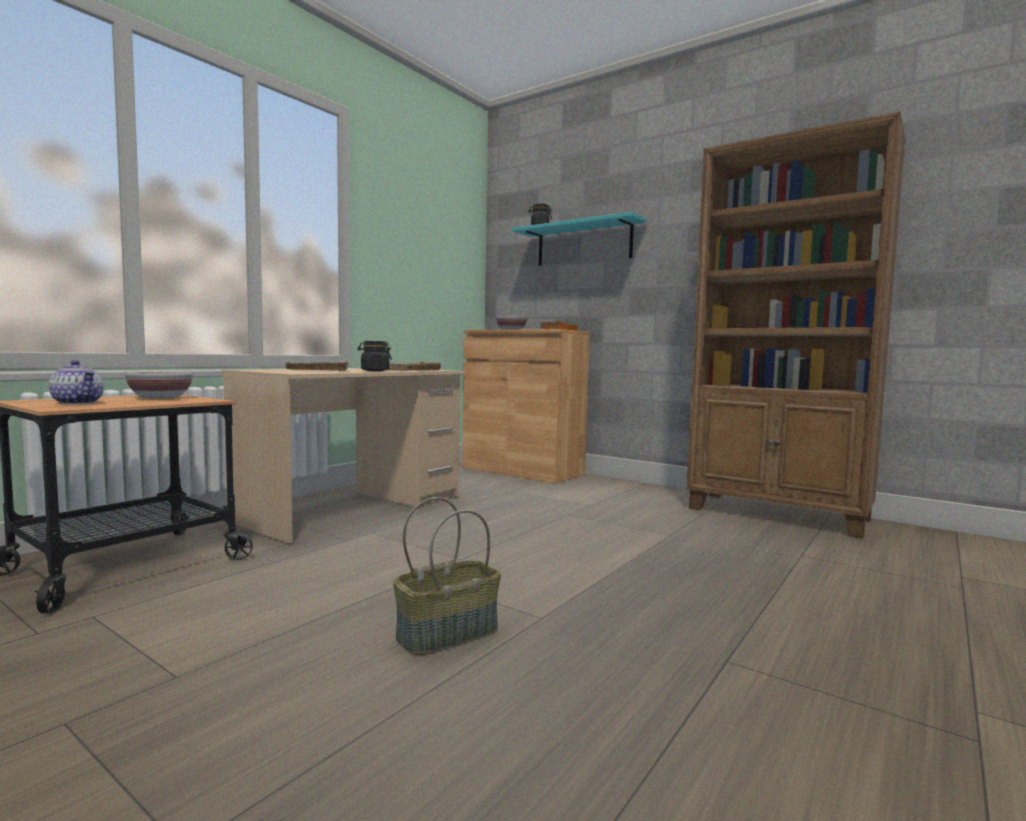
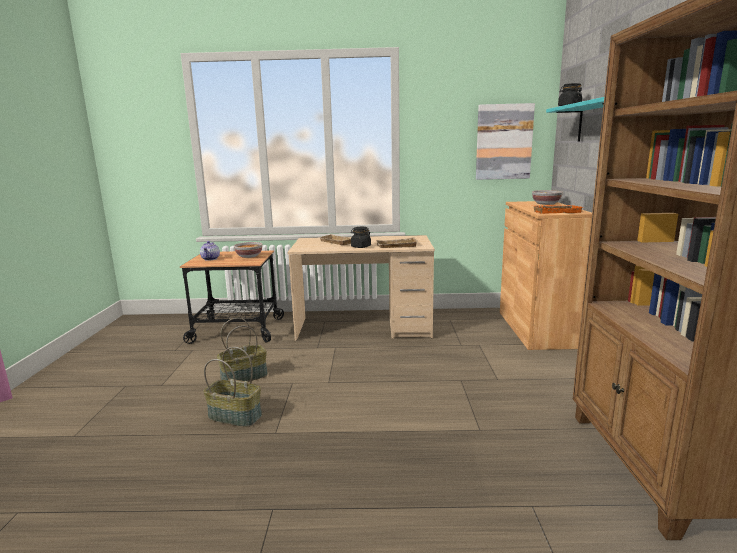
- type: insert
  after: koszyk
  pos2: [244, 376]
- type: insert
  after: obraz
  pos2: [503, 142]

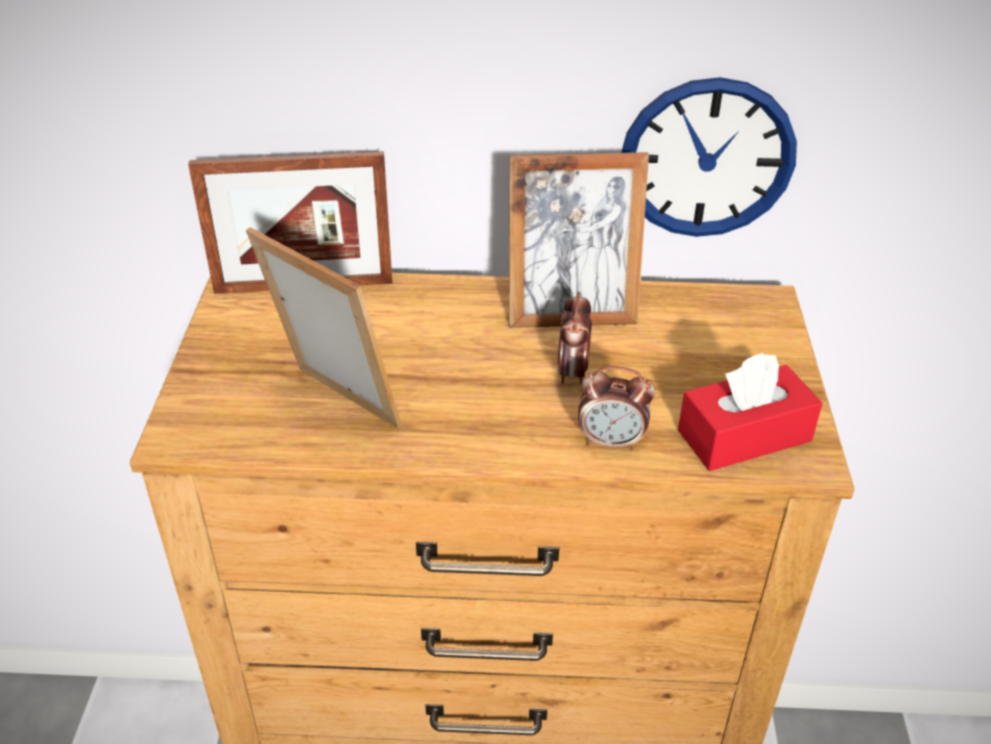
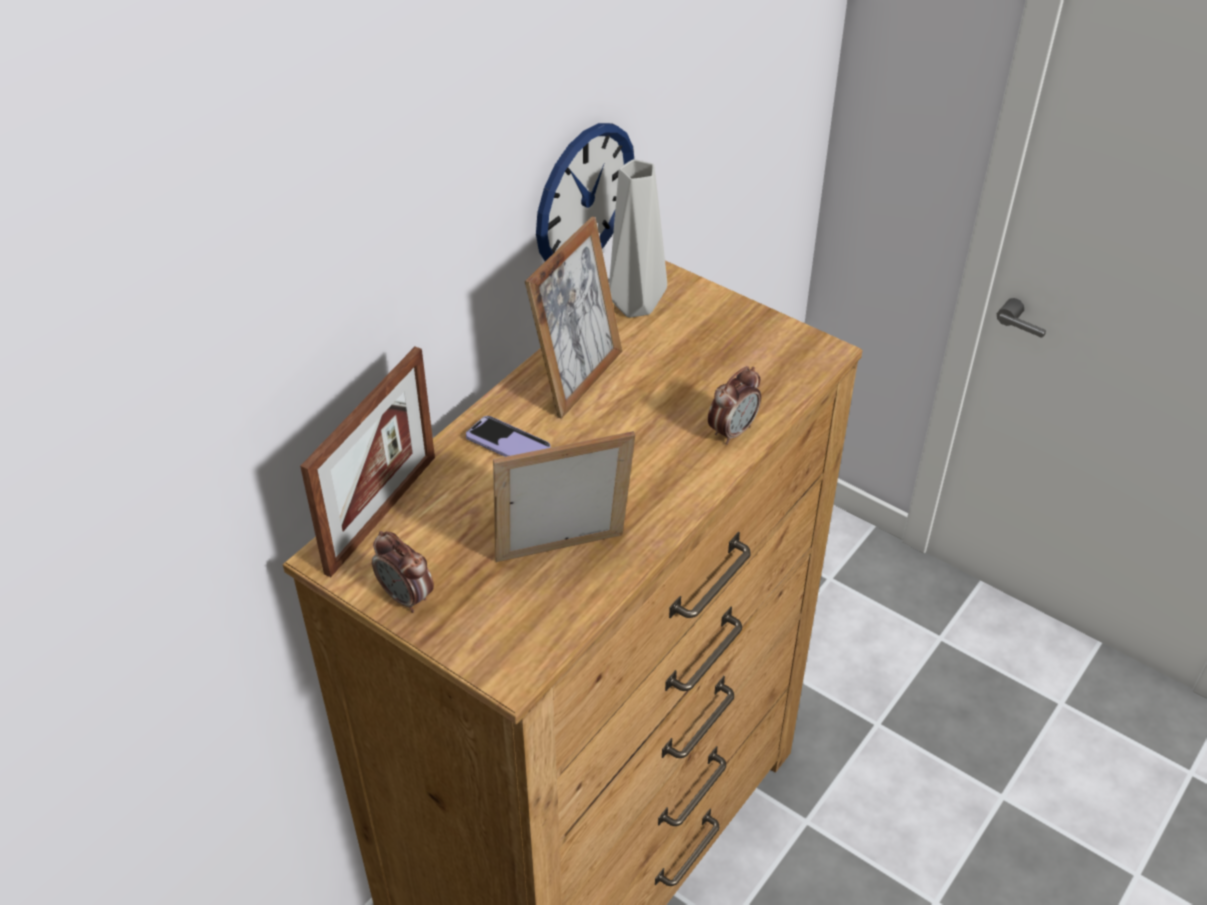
- type: delete
  before: pudełko chusteczek [czerwony]
  pos1: [744, 436]
- type: insert
  after: telefon
  pos2: [508, 443]
- type: insert
  after: wazon [szary]
  pos2: [633, 305]
- type: move
  before: budzik
  pos1: [572, 372]
  pos2: [406, 597]

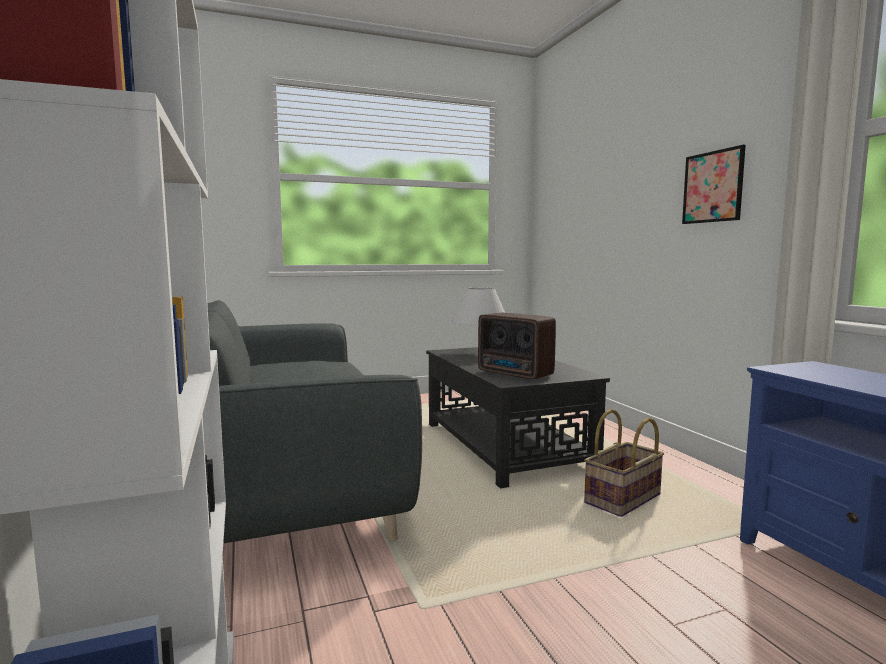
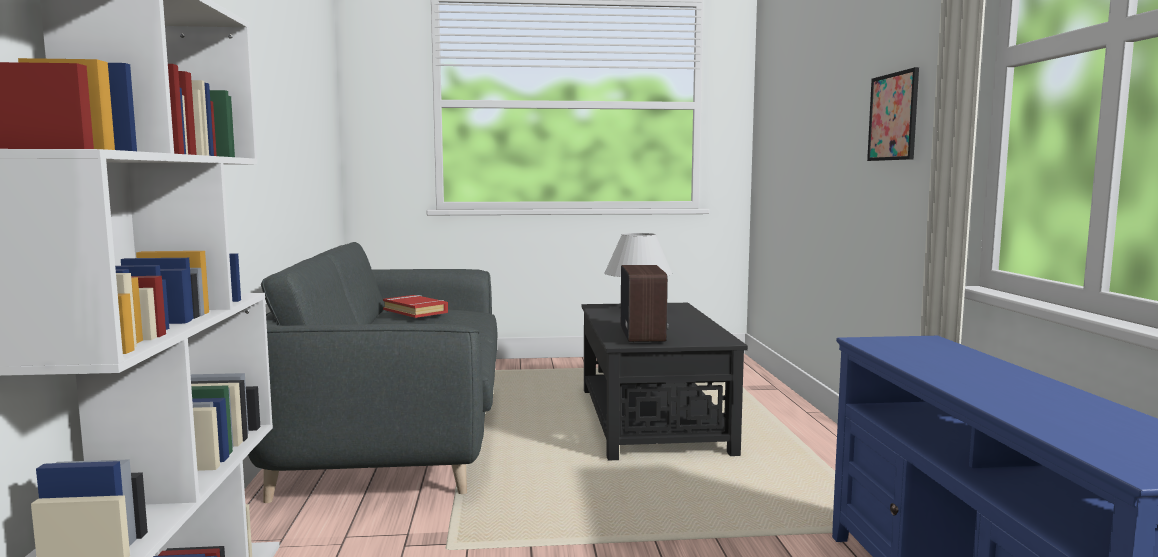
- type: delete
  before: koszyk
  pos1: [623, 499]
- type: insert
  after: książka [czerwony]
  pos2: [416, 311]
- type: rotate
  before: radio
  pos1: [515, 374]
  pos2: [643, 335]
  turn: -150

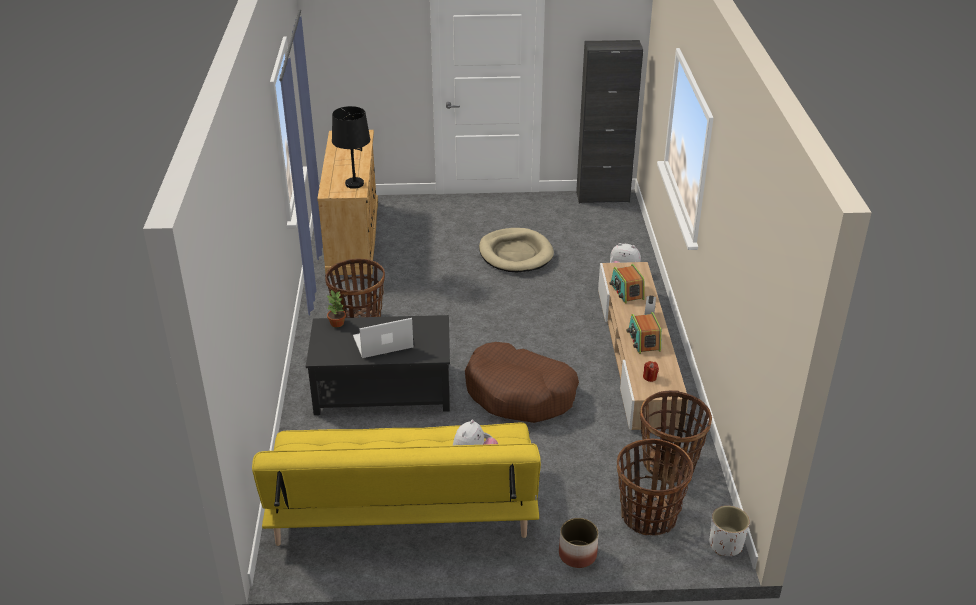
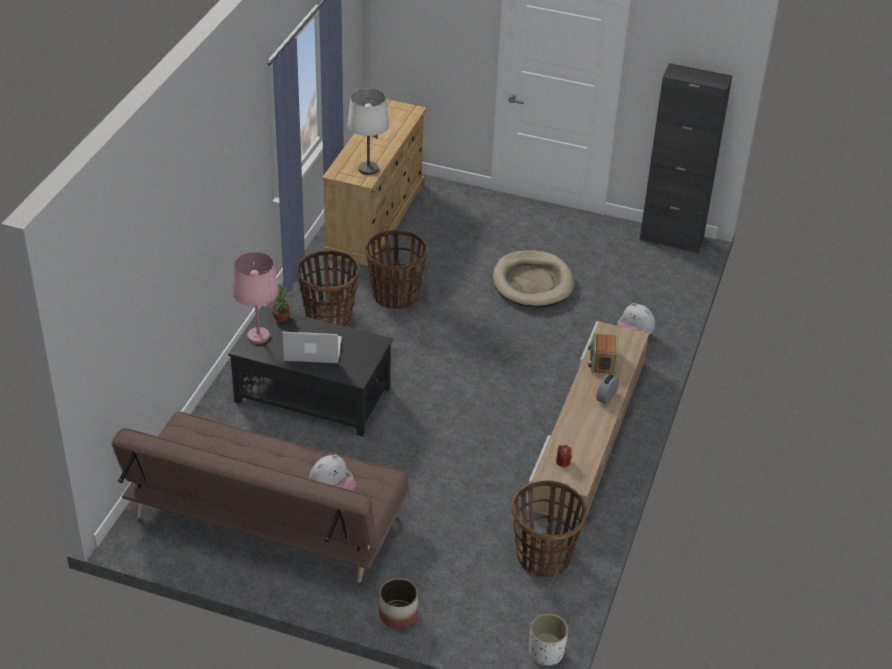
- type: delete
  before: legowisko [brązowy]
  pos1: [520, 394]
- type: delete
  before: radio
  pos1: [643, 341]
- type: insert
  after: lampa stołowa [różowy]
  pos2: [258, 337]
- type: move
  before: koszyk
  pos1: [648, 516]
  pos2: [395, 296]
- type: recolor
  before: kanapa [żółty]
  after: kanapa [brązowy]
  pos1: [403, 506]
  pos2: [266, 517]
- type: recolor
  before: lampa stołowa [czarny]
  after: lampa stołowa [biały]
  pos1: [354, 184]
  pos2: [368, 169]

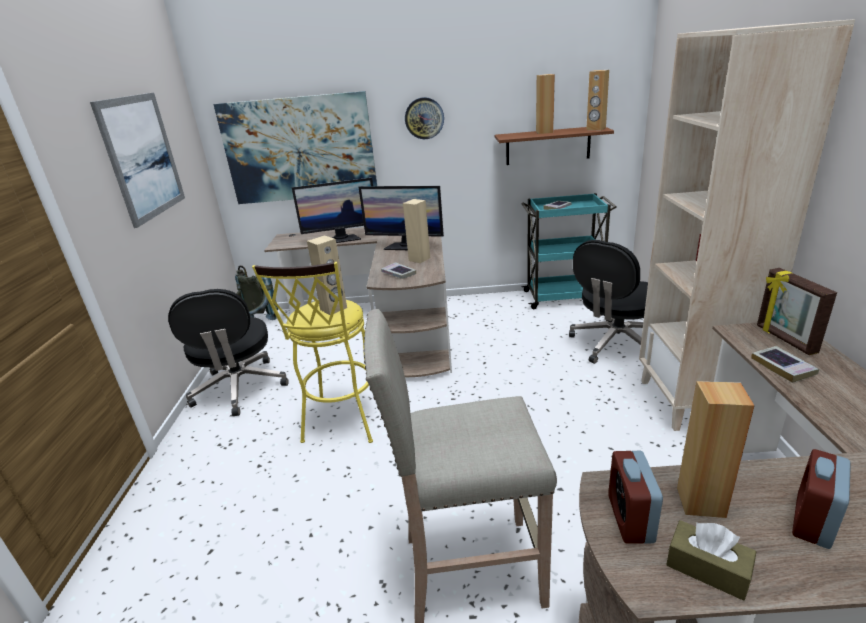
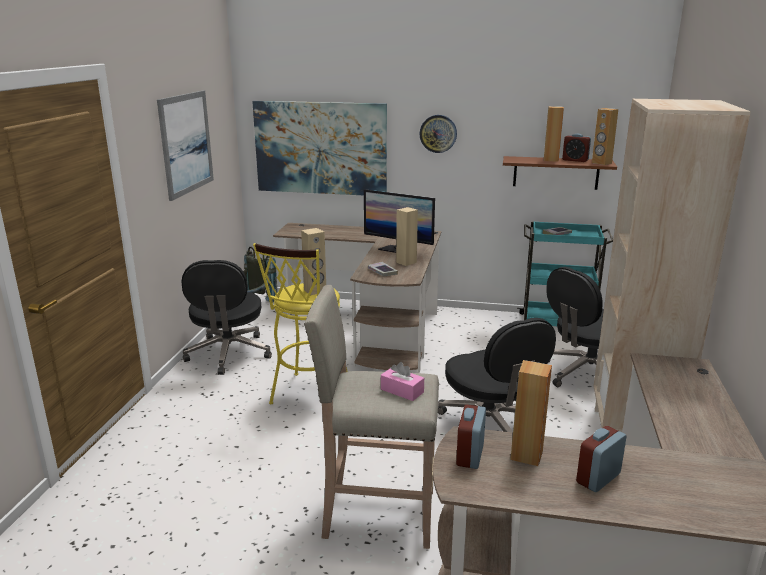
- type: delete
  before: monitor
  pos1: [341, 239]
- type: delete
  before: pudełko chusteczek [brązowy]
  pos1: [707, 568]
- type: delete
  before: książka
  pos1: [783, 367]
- type: delete
  before: ramka na zdjęcie
  pos1: [784, 339]
- type: insert
  after: pudełko chusteczek [różowy]
  pos2: [402, 391]
- type: insert
  after: krzesło biurowe [czarny]
  pos2: [490, 428]
- type: insert
  after: budzik
  pos2: [575, 160]

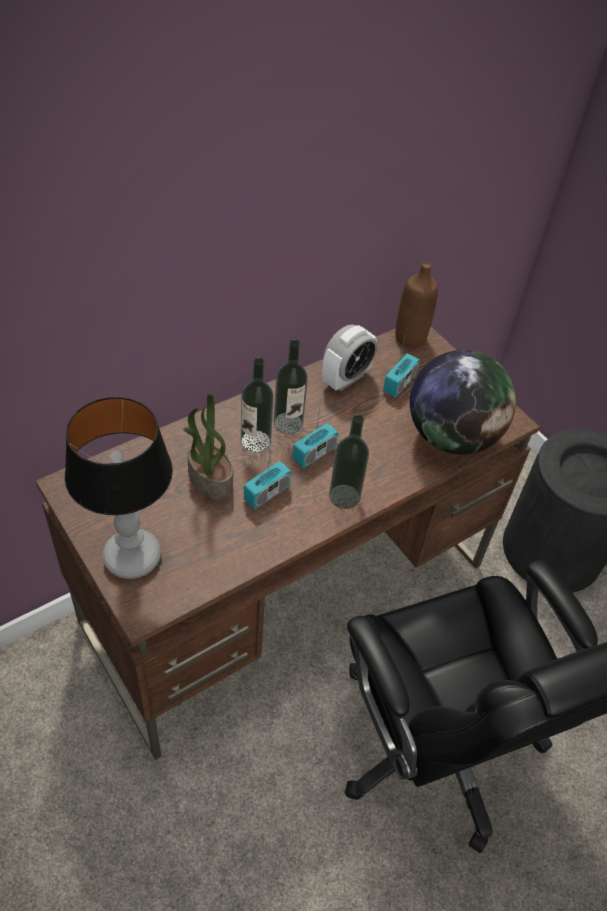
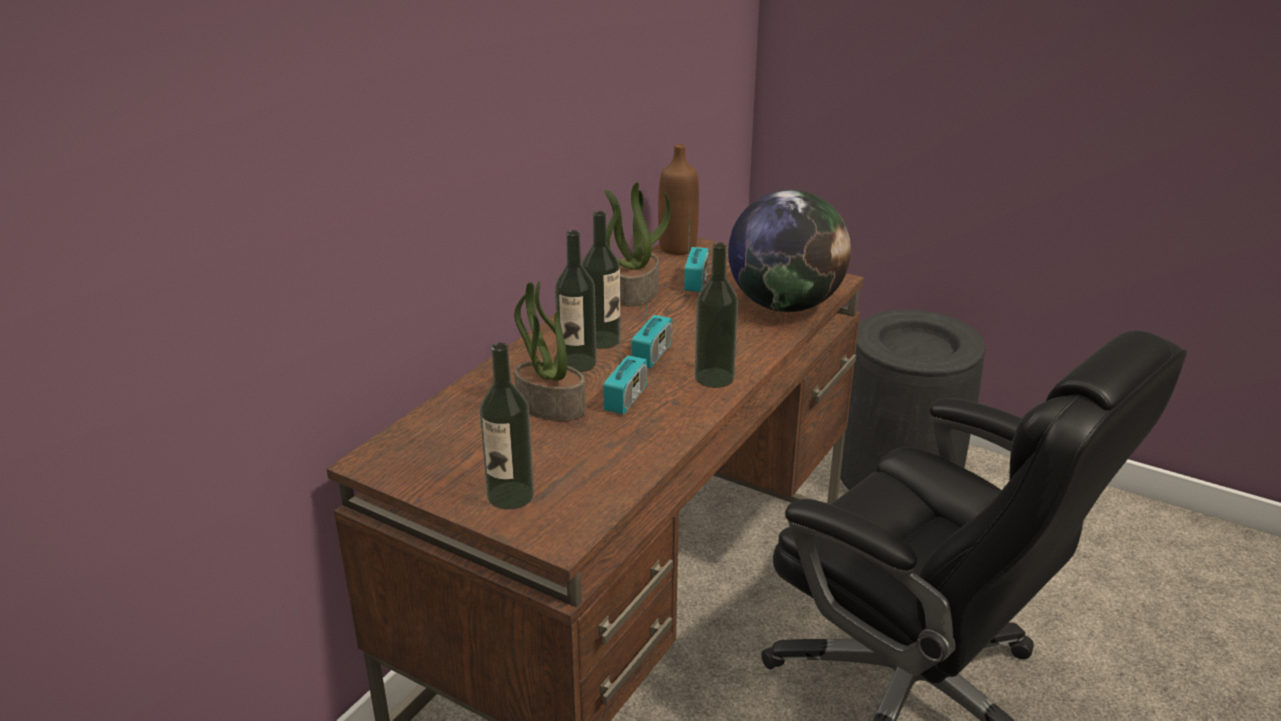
- type: replace
  before: lampa stołowa
  after: butelka
  pos1: [133, 557]
  pos2: [510, 495]
- type: replace
  before: budzik
  after: roślina doniczkowa
  pos1: [346, 379]
  pos2: [636, 292]

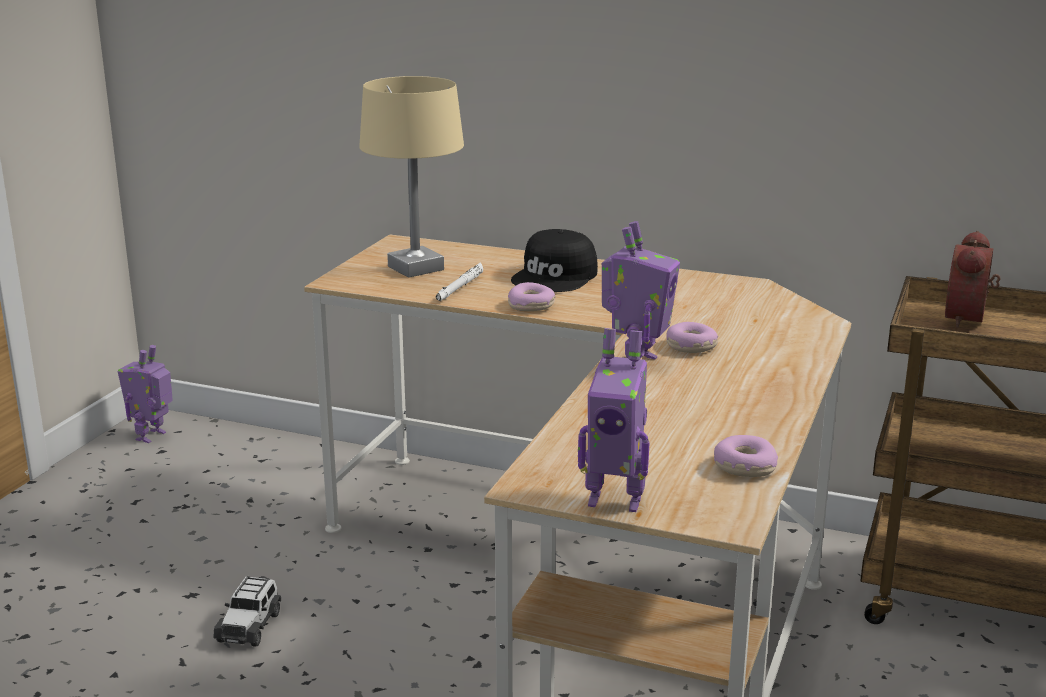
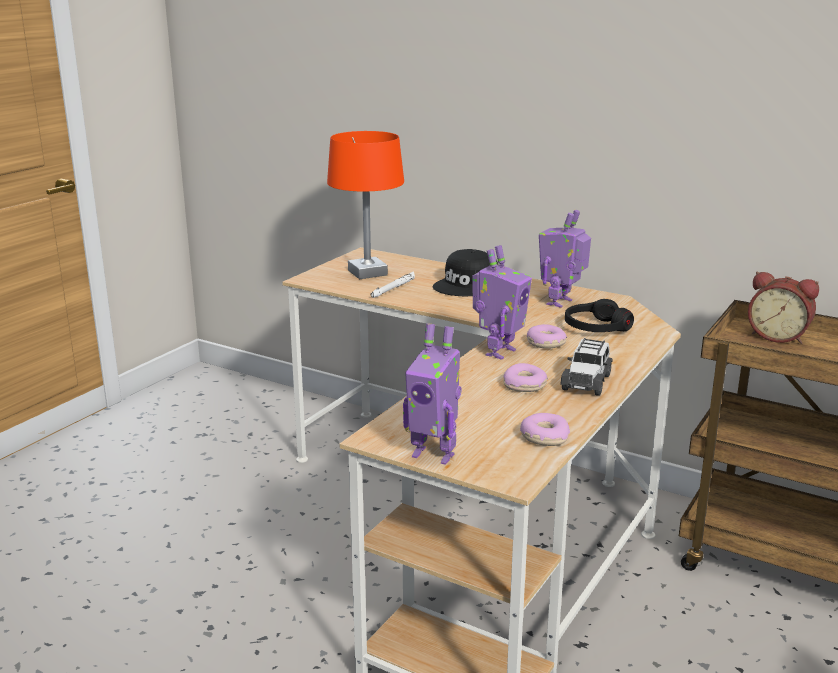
- type: insert
  after: słuchawki [czarny]
  pos2: [596, 328]
- type: move
  before: robot zabawkowy
  pos1: [152, 436]
  pos2: [561, 302]
- type: move
  before: samochodzik
  pos1: [250, 626]
  pos2: [586, 381]
- type: move
  before: donut
  pos1: [531, 305]
  pos2: [525, 385]
- type: recolor
  before: lampa stołowa [beżowy]
  after: lampa stołowa [pomarańczowy]
  pos1: [415, 268]
  pos2: [367, 273]
- type: rotate
  before: budzik
  pos1: [969, 319]
  pos2: [778, 336]
  turn: -90

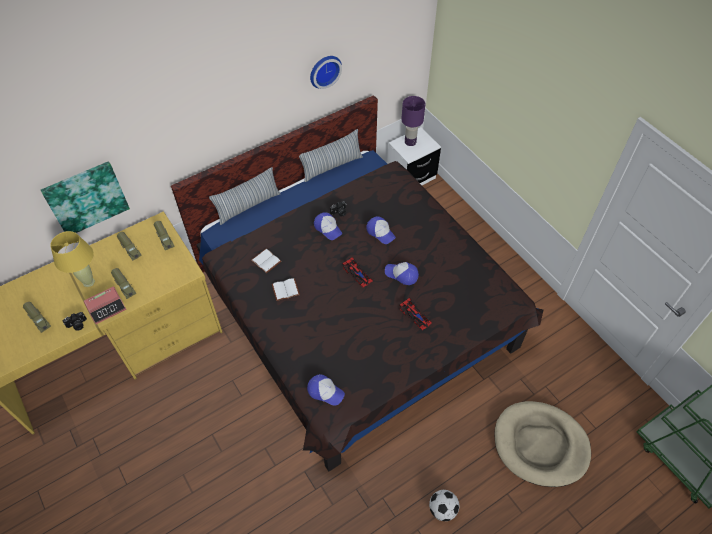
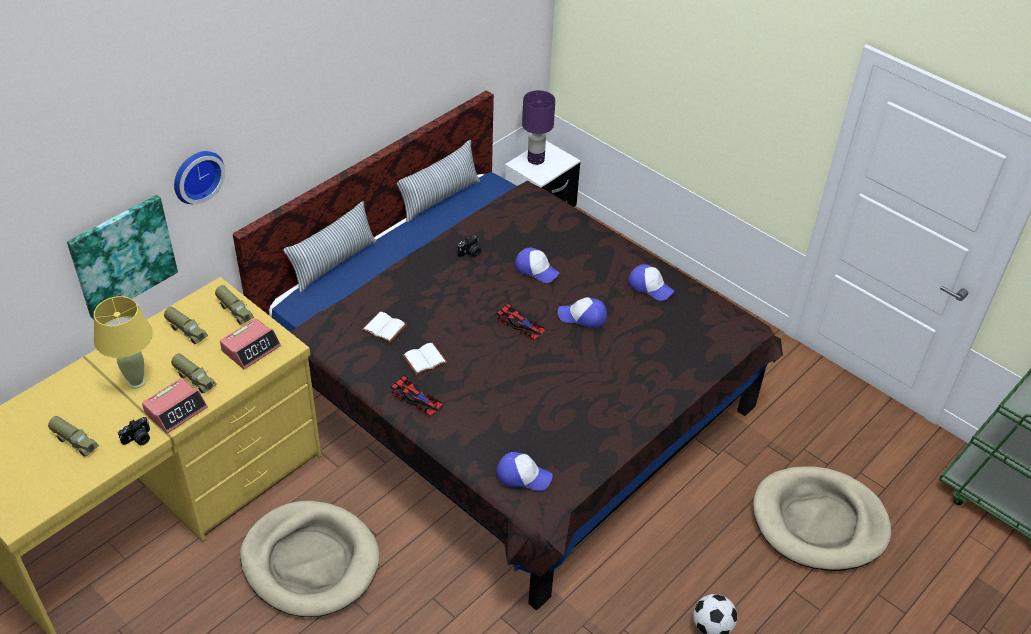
- type: insert
  after: budzik
  pos2: [251, 348]
- type: insert
  after: legowisko [beżowy]
  pos2: [310, 561]
- type: move
  before: zegar ścienny
  pos1: [324, 70]
  pos2: [196, 175]
- type: move
  before: czapka z daszkiem
  pos1: [328, 228]
  pos2: [650, 286]
- type: move
  before: samochodzik
  pos1: [415, 315]
  pos2: [416, 399]

